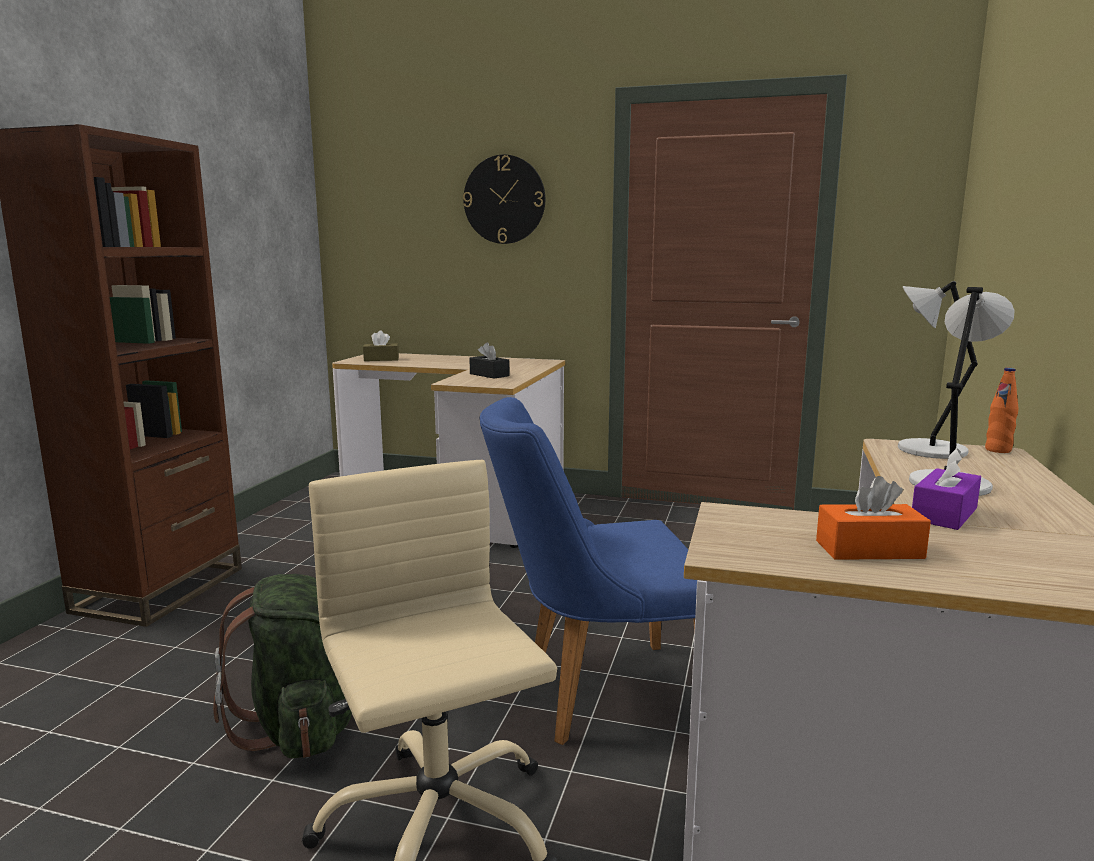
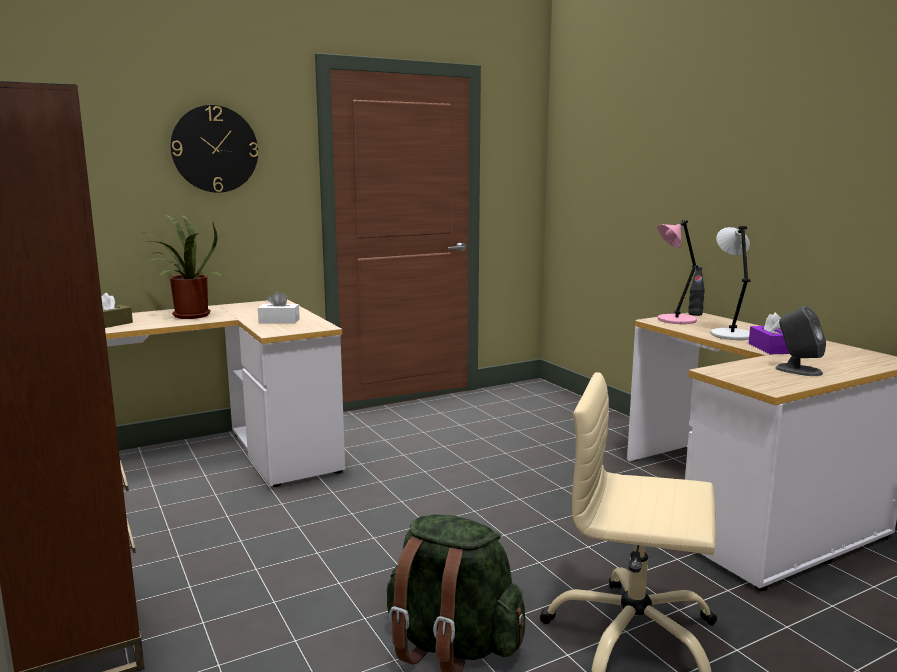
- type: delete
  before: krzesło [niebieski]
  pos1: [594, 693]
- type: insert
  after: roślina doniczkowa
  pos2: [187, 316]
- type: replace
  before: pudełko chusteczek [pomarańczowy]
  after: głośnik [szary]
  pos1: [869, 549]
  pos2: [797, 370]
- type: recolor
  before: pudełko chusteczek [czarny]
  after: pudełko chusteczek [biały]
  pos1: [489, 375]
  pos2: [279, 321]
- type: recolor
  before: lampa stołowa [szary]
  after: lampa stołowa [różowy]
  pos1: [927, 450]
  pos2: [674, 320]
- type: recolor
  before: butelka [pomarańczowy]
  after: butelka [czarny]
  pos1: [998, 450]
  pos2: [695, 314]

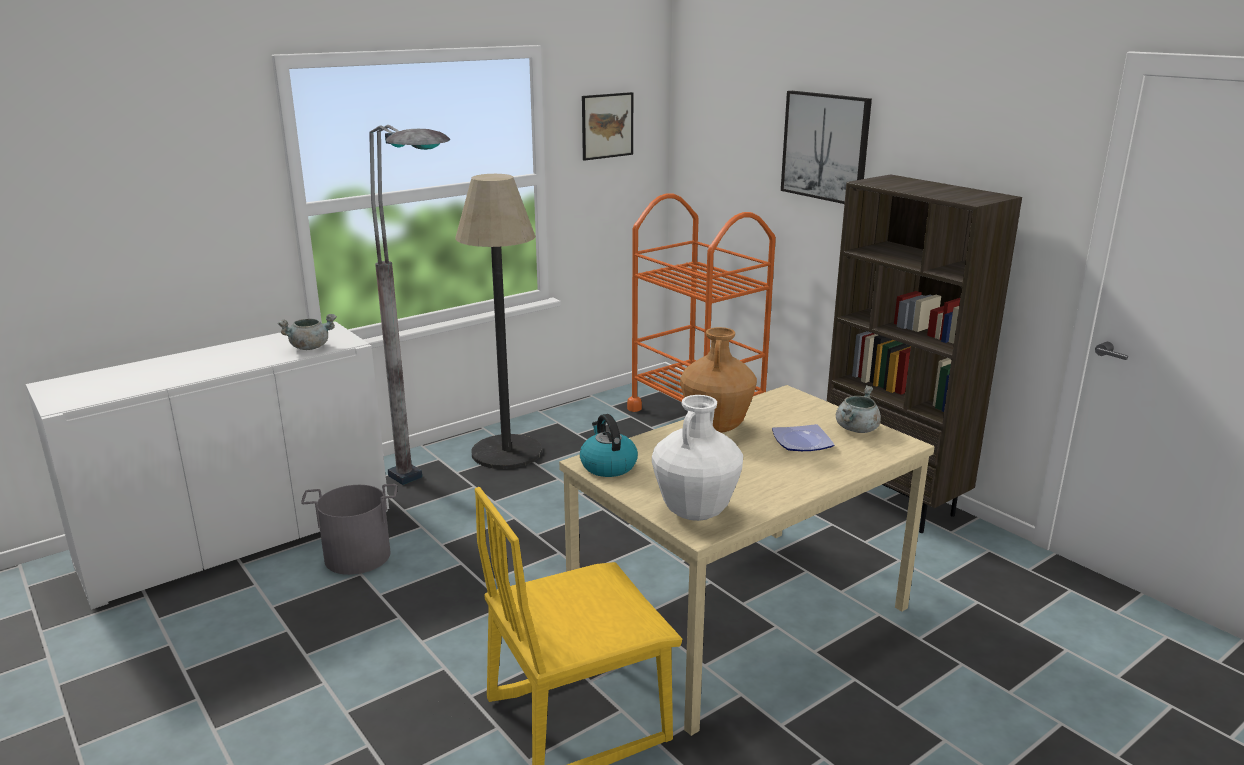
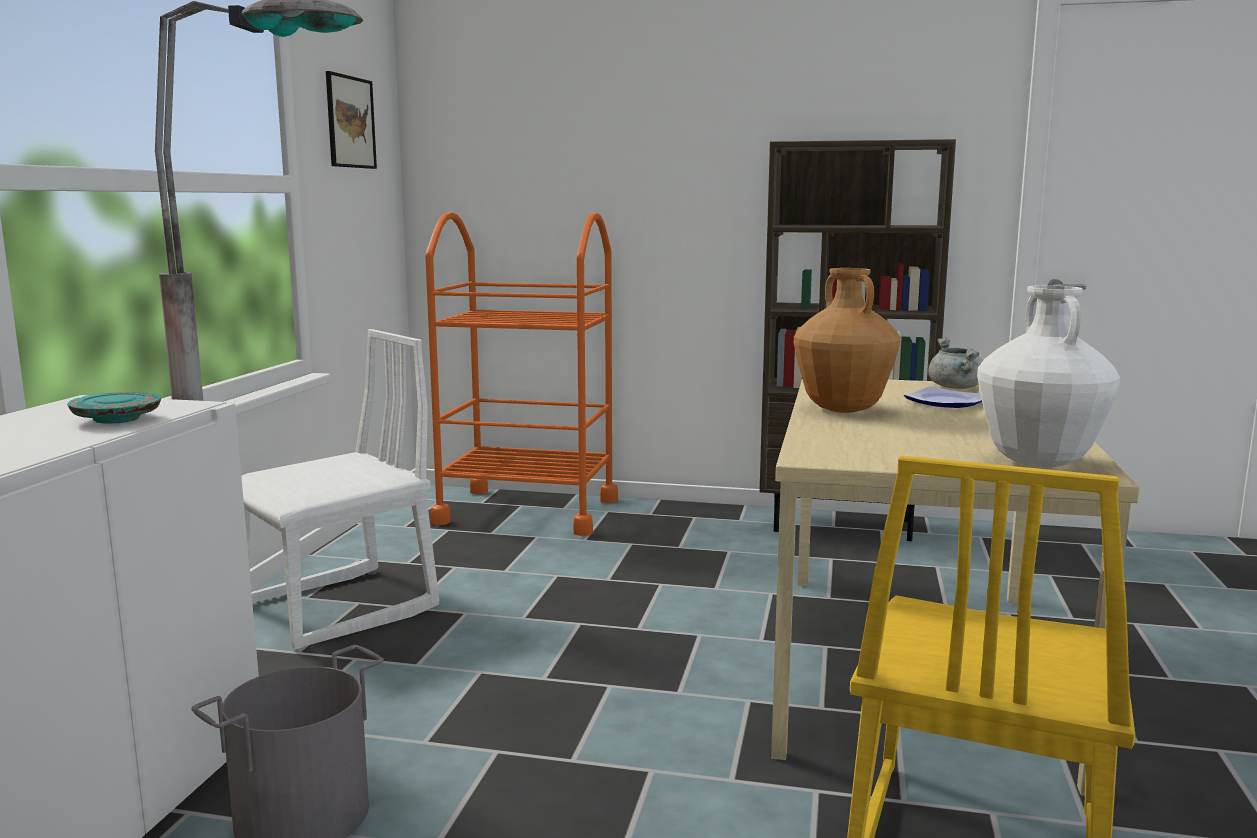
- type: delete
  before: czajnik
  pos1: [607, 466]
- type: delete
  before: obraz
  pos1: [826, 147]
- type: replace
  before: garnek [szary]
  after: talerz [turkusowy]
  pos1: [310, 347]
  pos2: [117, 419]
- type: replace
  before: lampa stojąca
  after: krzesło [biały]
  pos1: [506, 452]
  pos2: [340, 608]

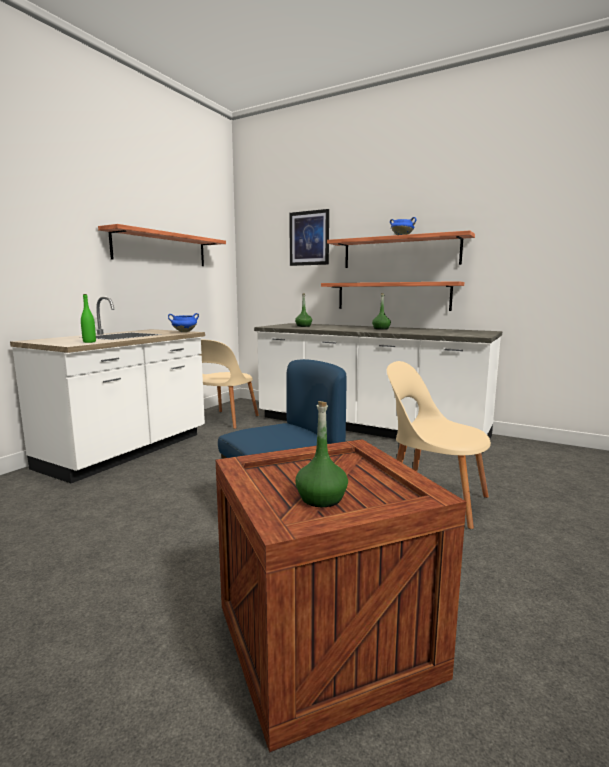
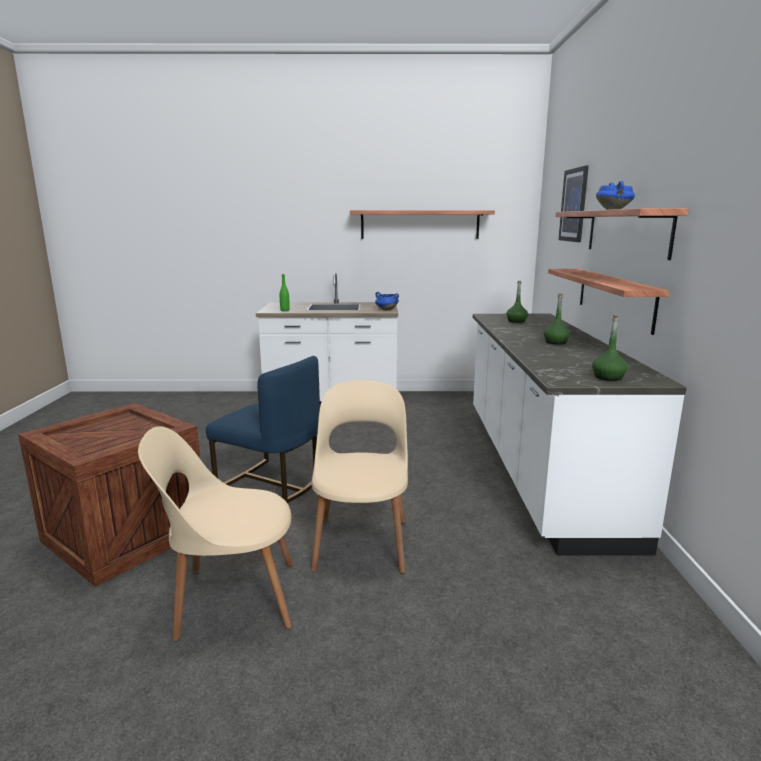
- type: move
  before: krzesło [beżowy]
  pos1: [225, 420]
  pos2: [231, 598]
- type: move
  before: butelka [zielony]
  pos1: [321, 498]
  pos2: [608, 377]

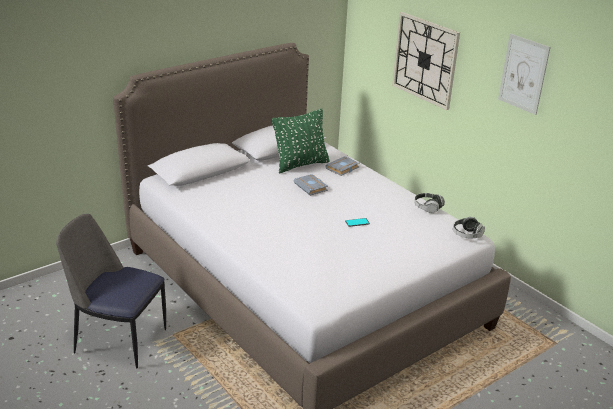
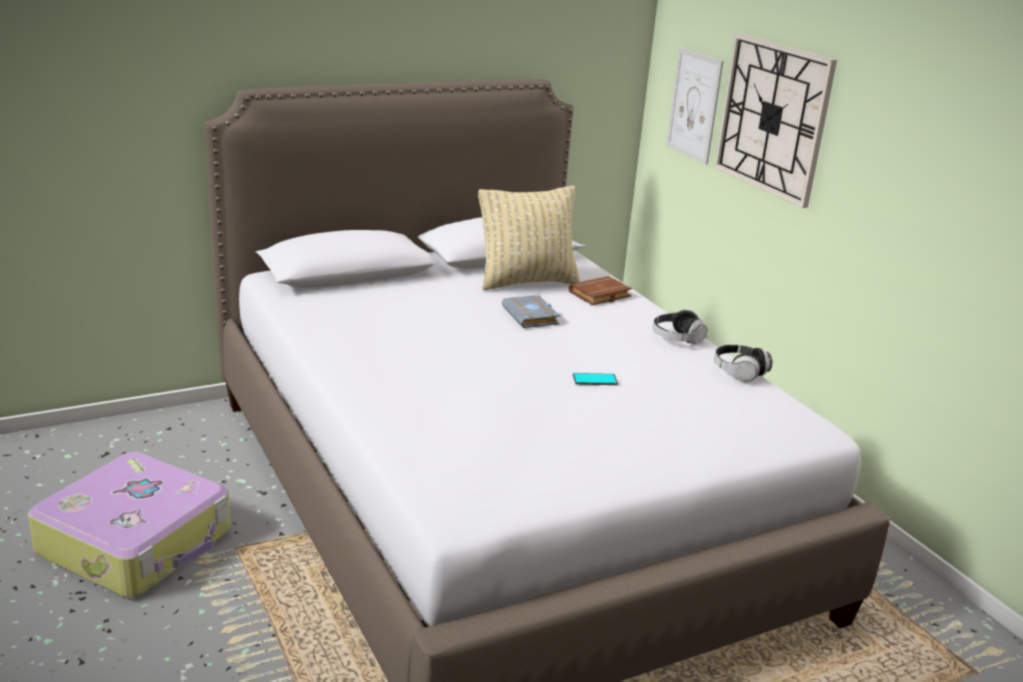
- type: move
  before: słuchawki
  pos1: [467, 235]
  pos2: [677, 339]
- type: move
  before: obraz
  pos1: [523, 74]
  pos2: [694, 105]
- type: replace
  before: krzesło
  after: walizka
  pos1: [118, 339]
  pos2: [138, 542]
- type: recolor
  before: poduszka [zielony]
  after: poduszka [beżowy]
  pos1: [300, 164]
  pos2: [526, 282]
- type: recolor
  before: książka [szary]
  after: książka [brązowy]
  pos1: [342, 168]
  pos2: [600, 295]

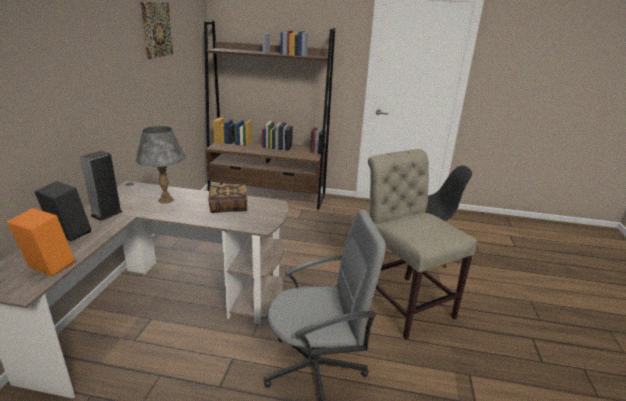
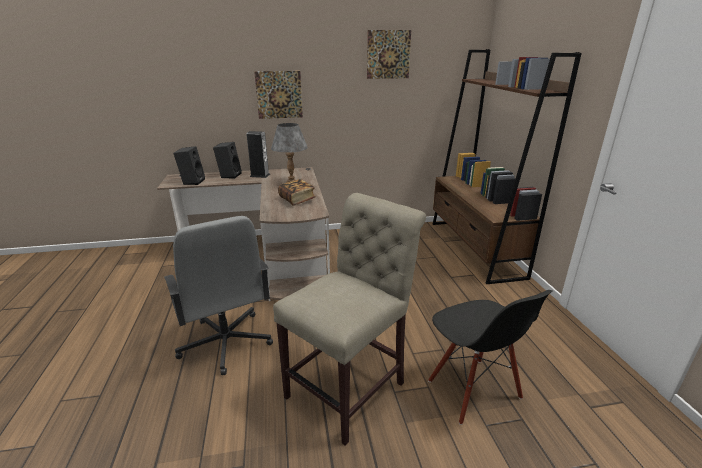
- type: insert
  after: obraz
  pos2: [279, 95]
- type: recolor
  before: głośnik [pomarańczowy]
  after: głośnik [czarny]
  pos1: [47, 267]
  pos2: [192, 181]

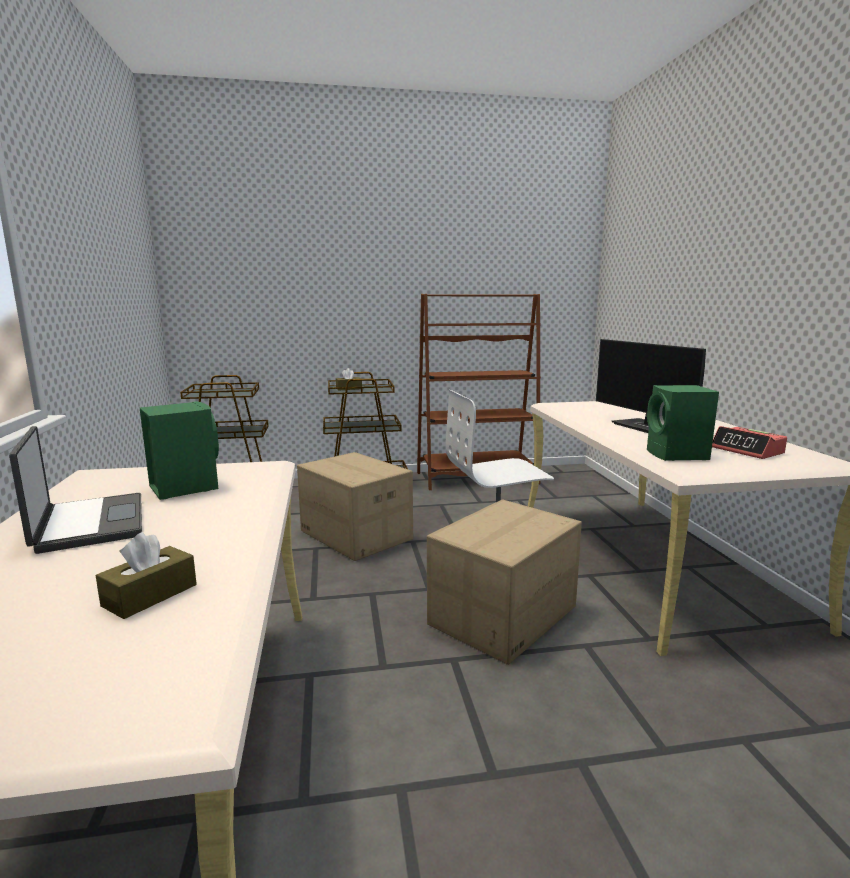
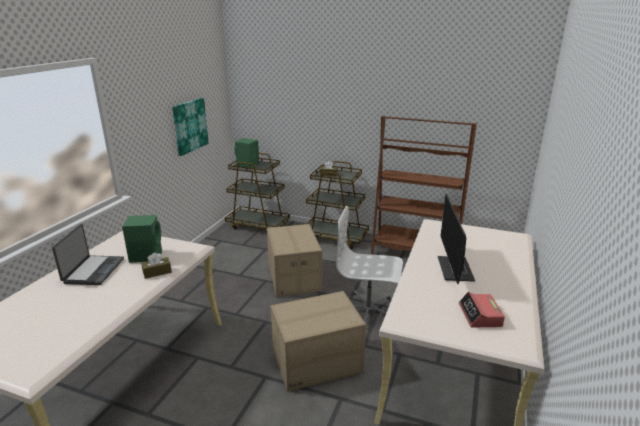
- type: insert
  after: obraz
  pos2: [189, 126]
- type: move
  before: pudełko chusteczek [brązowy]
  pos1: [150, 595]
  pos2: [157, 272]
- type: move
  before: głośnik [zielony]
  pos1: [677, 455]
  pos2: [247, 165]

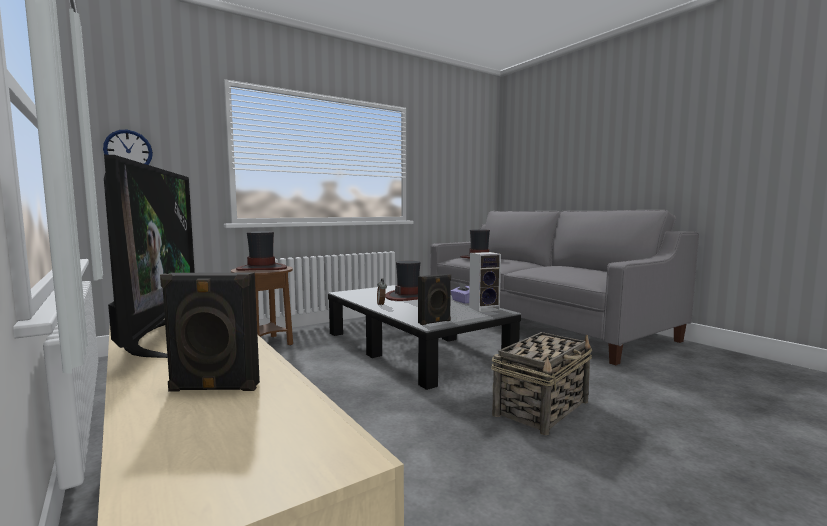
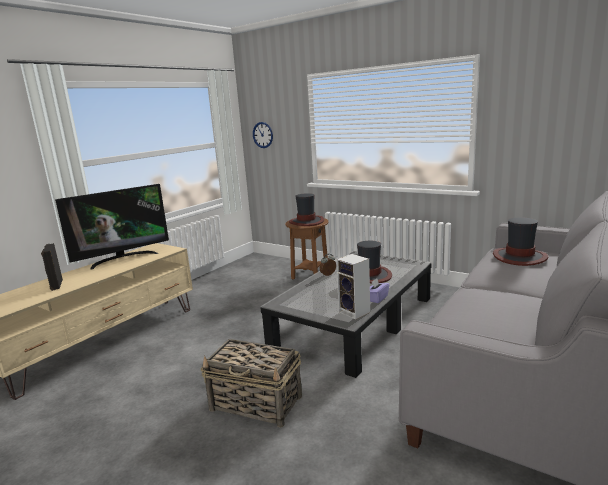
- type: delete
  before: głośnik [czarny]
  pos1: [435, 322]

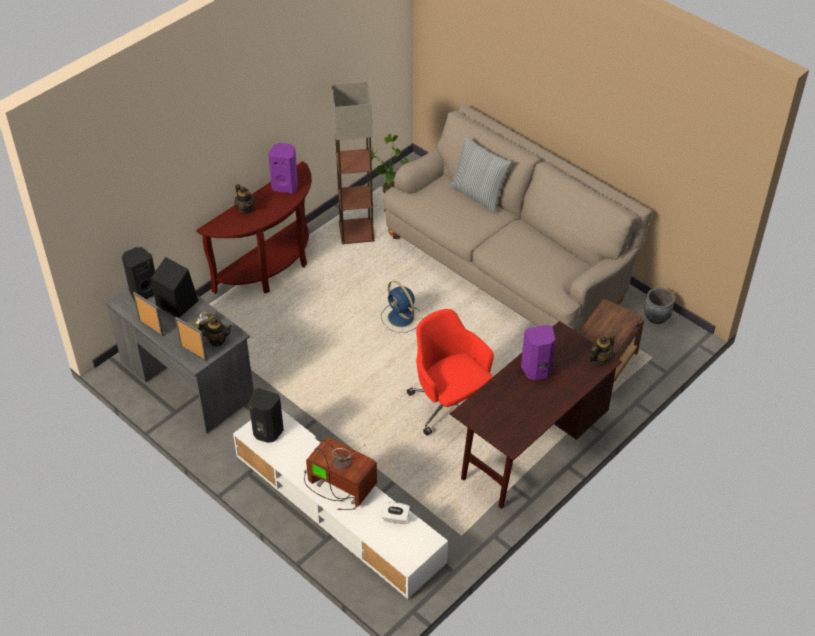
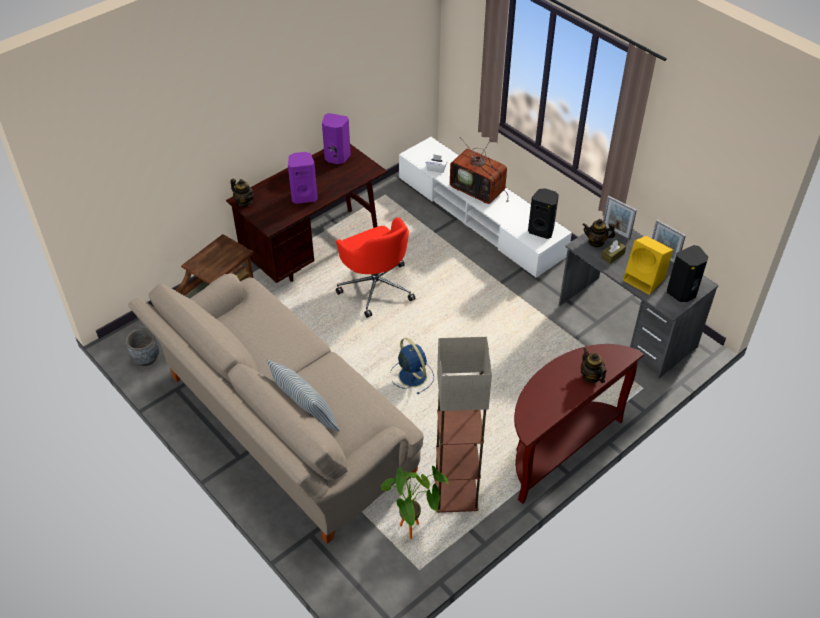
- type: move
  before: głośnik [fioletowy]
  pos1: [286, 186]
  pos2: [336, 157]
- type: recolor
  before: głośnik [czarny]
  after: głośnik [żółty]
  pos1: [176, 303]
  pos2: [645, 279]
- type: rotate
  before: imbryk
  pos1: [600, 359]
  pos2: [244, 202]
  turn: -105

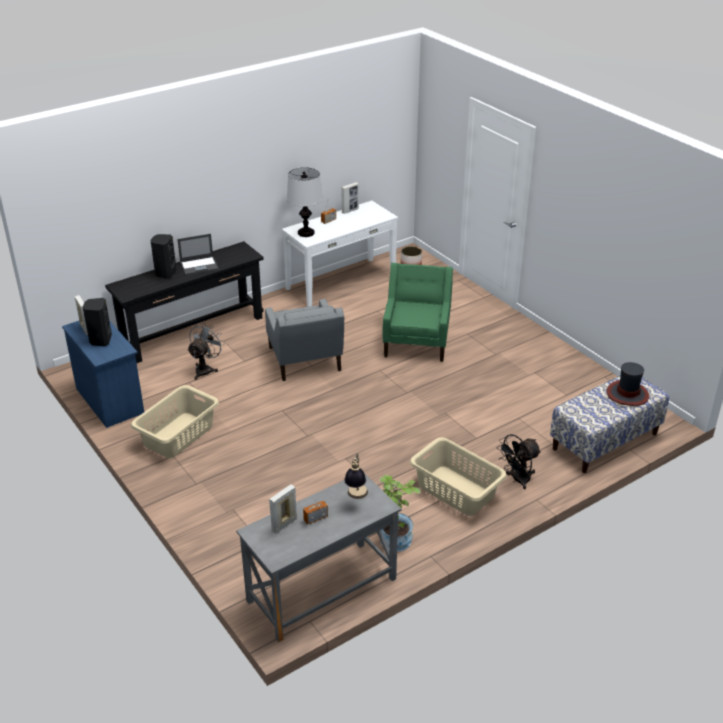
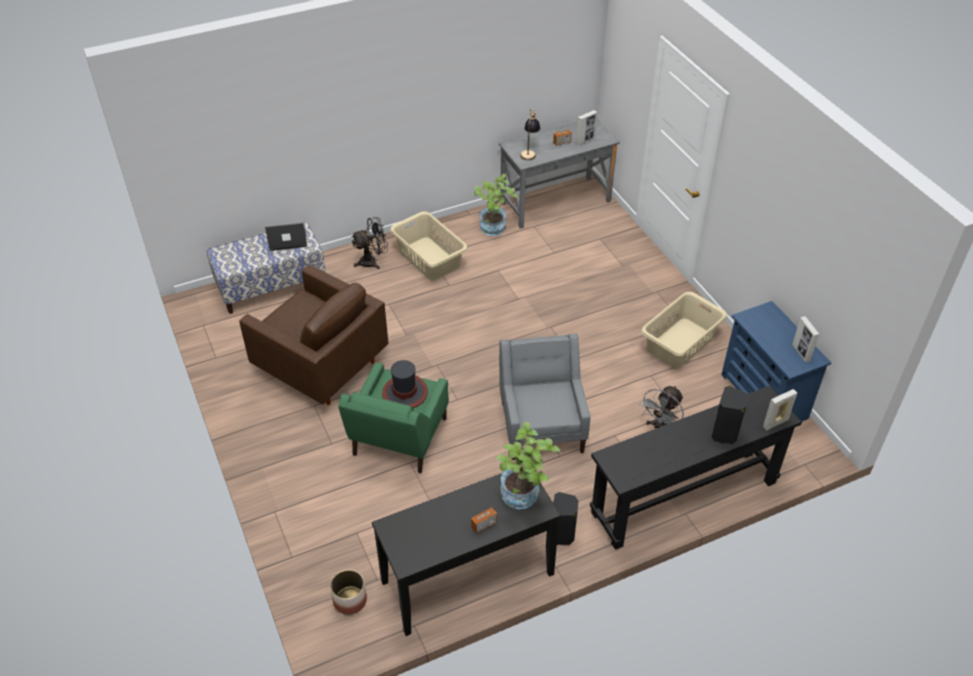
- type: insert
  after: fotel [brązowy]
  pos2: [320, 366]
- type: move
  before: głośnik [czarny]
  pos1: [100, 340]
  pos2: [562, 534]
- type: move
  before: laptop
  pos1: [199, 266]
  pos2: [287, 239]
- type: move
  before: ramka na zdjęcie
  pos1: [350, 210]
  pos2: [775, 423]
- type: move
  before: kapelusz
  pos1: [627, 394]
  pos2: [405, 392]
- type: replace
  before: lampa stołowa
  after: roślina doniczkowa
  pos1: [305, 233]
  pos2: [524, 497]
- type: recolor
  before: stolik konsolowy [biały]
  after: stolik konsolowy [czarny]
  pos1: [340, 282]
  pos2: [468, 578]

